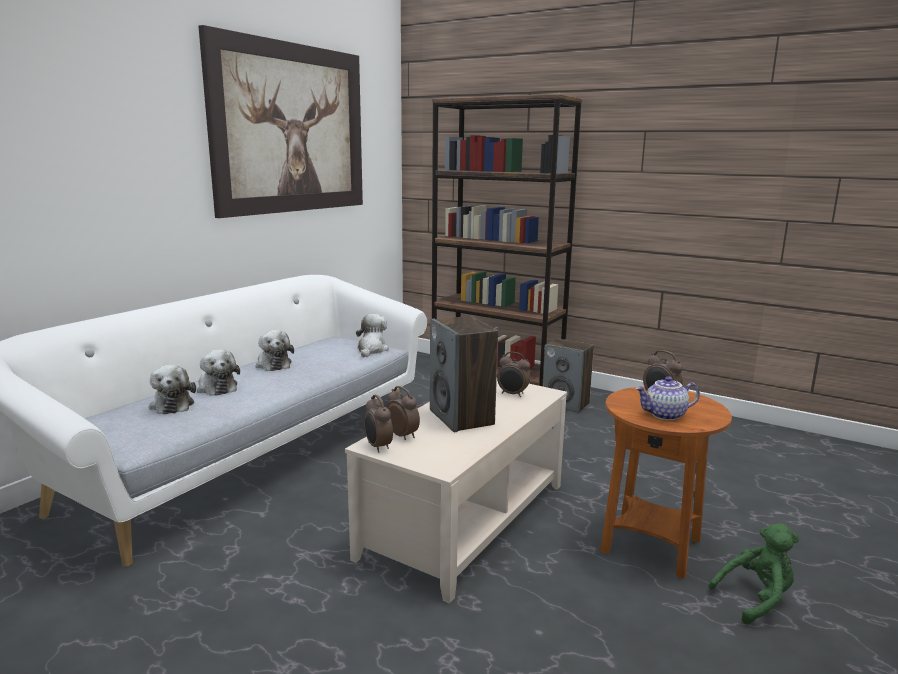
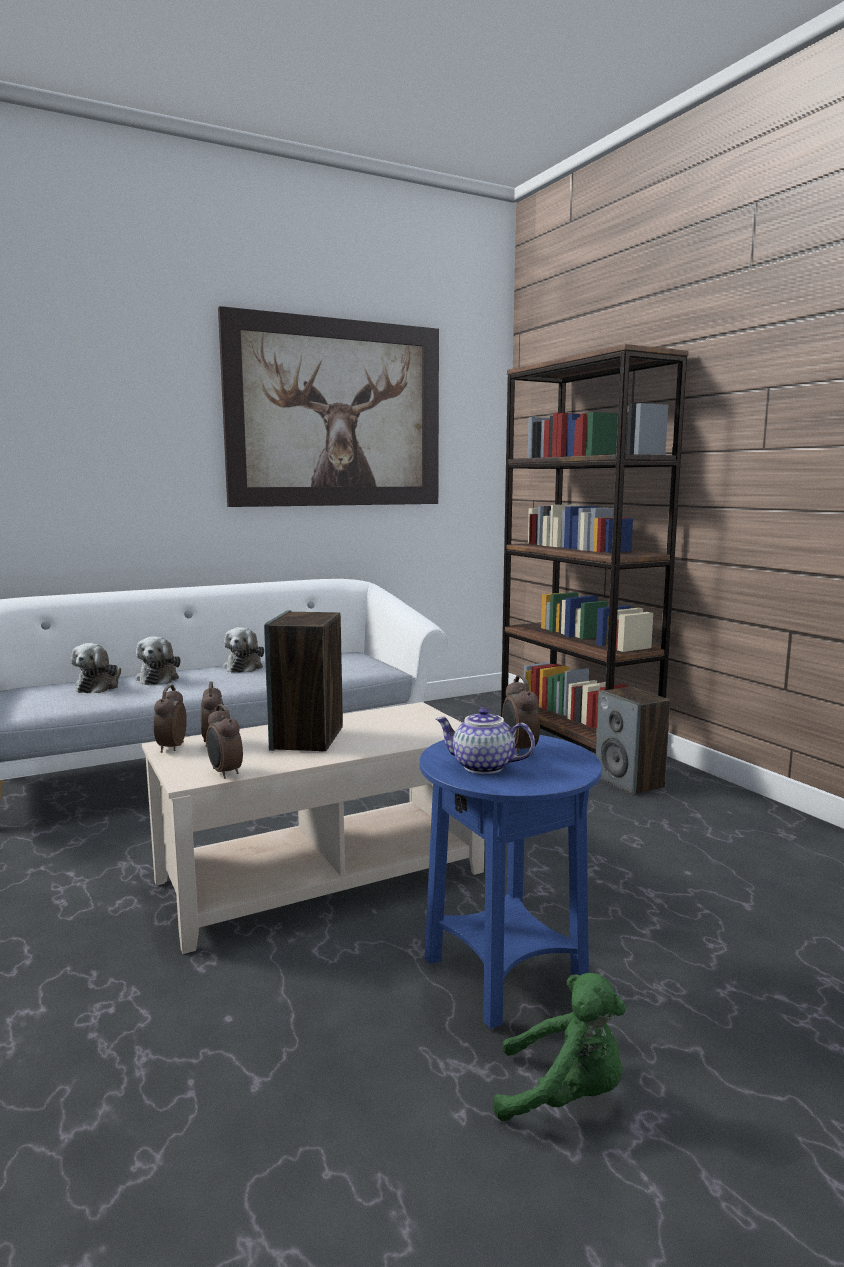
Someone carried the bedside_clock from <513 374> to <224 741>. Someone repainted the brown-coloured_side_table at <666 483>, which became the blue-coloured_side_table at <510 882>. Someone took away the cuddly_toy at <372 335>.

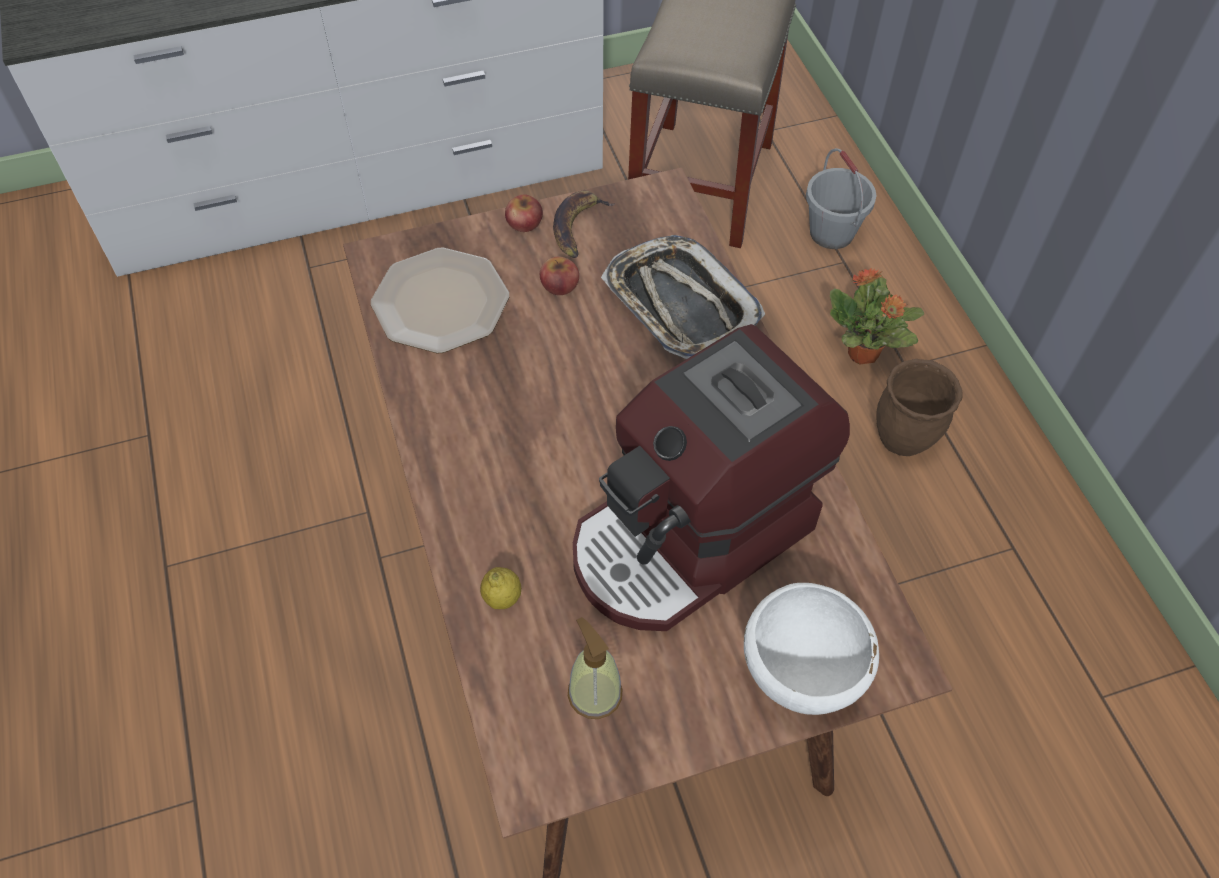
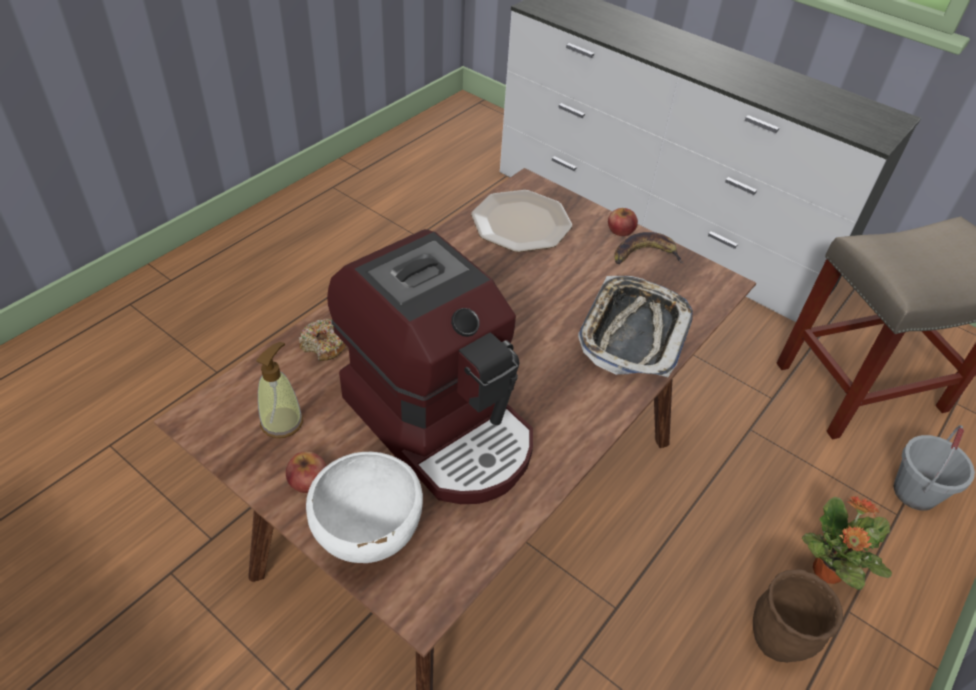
Someone carried the apple_fruit from <559 276> to <306 472>. Someone swapped the whole_lemon at <500 588> for the donut at <322 340>. Someone rotated the coffee_maker at <711 477> by 150 degrees counterclockwise.

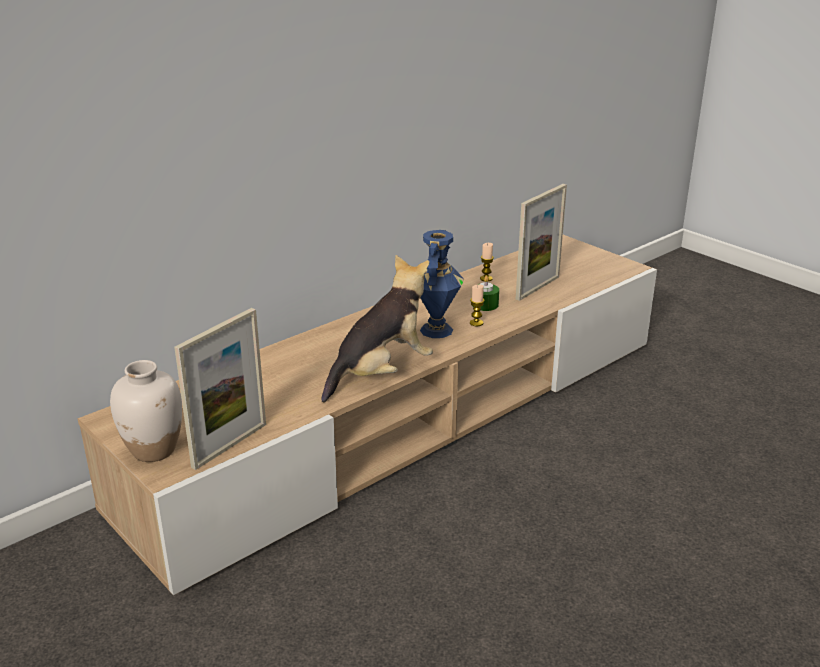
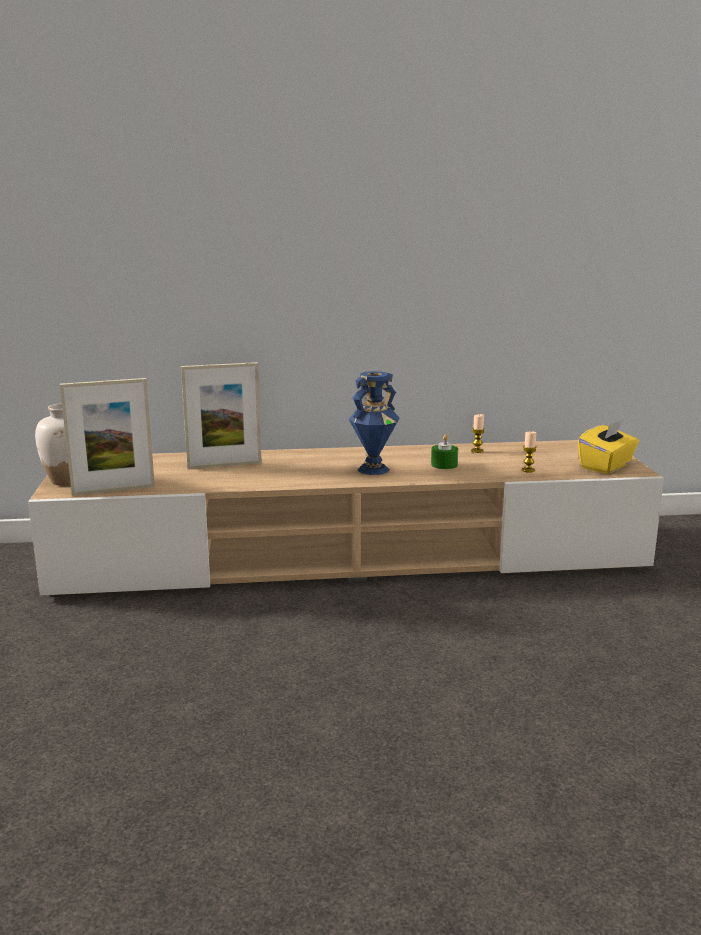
Someone carried the picture_frame from <541 242> to <221 415>. Someone carried the wax_light from <477 305> to <529 452>. Someone put down the yellow-coloured_tissue_box at <608 446>. Someone took away the cuddly_toy at <377 328>.

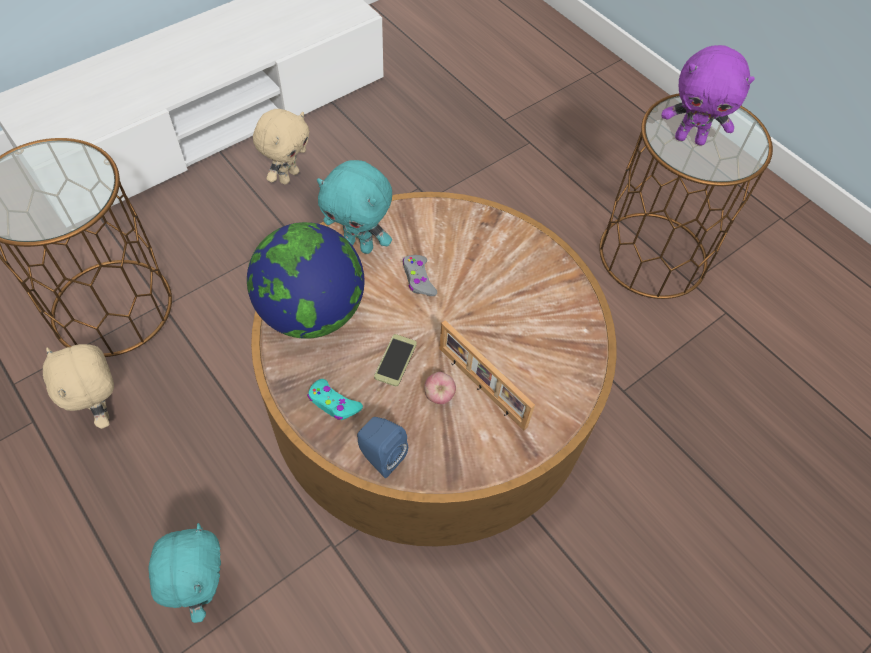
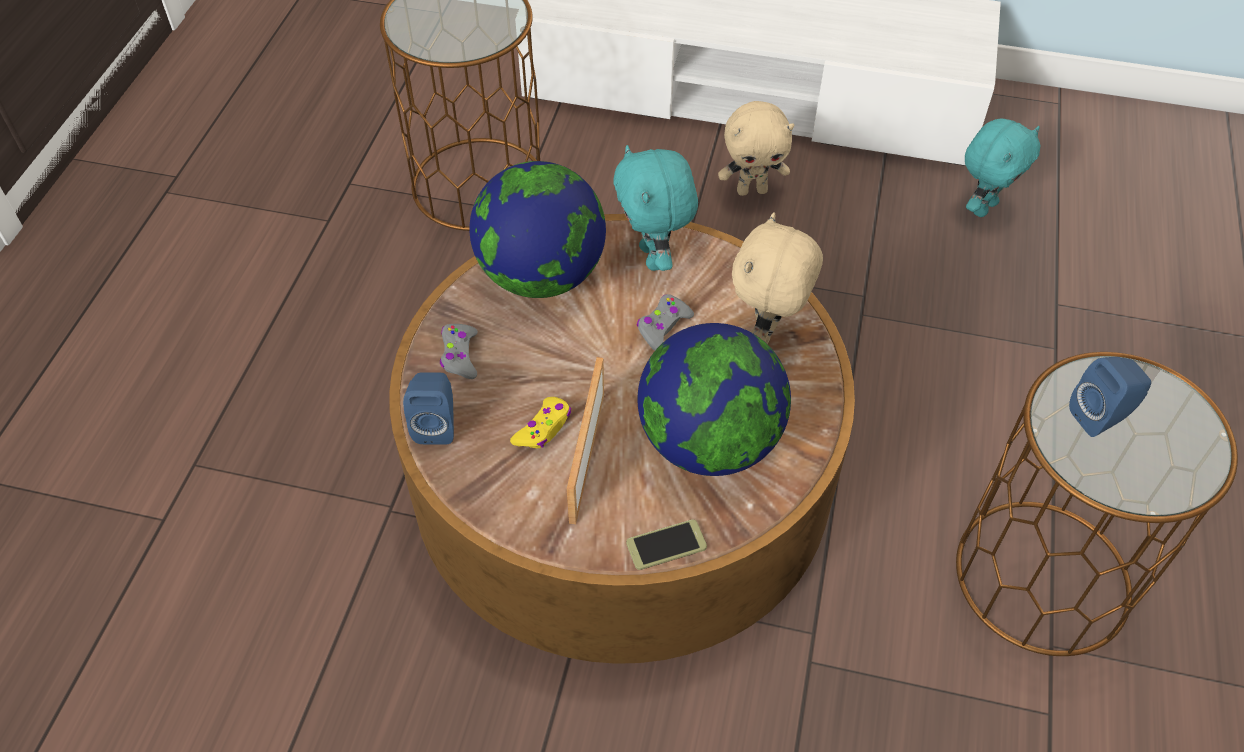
Someone repainted the blue-green_game_controller at <335 399>, which became the greyish_game_controller at <459 351>. Someone swapped the apple_fruit at <440 388> for the yellow-coloured_game_controller at <540 422>. Someone carried the telephone from <395 360> to <666 544>. Someone put down the world_globe at <714 399>. Someone carried the beige-coloured_cuddly_toy from <78 386> to <777 278>. Someone carried the blue-green_cuddly_toy from <184 573> to <1003 167>. Someone swapped the purplish_cuddly_toy at <708 95> for the blue-coloured_speaker at <1110 397>.

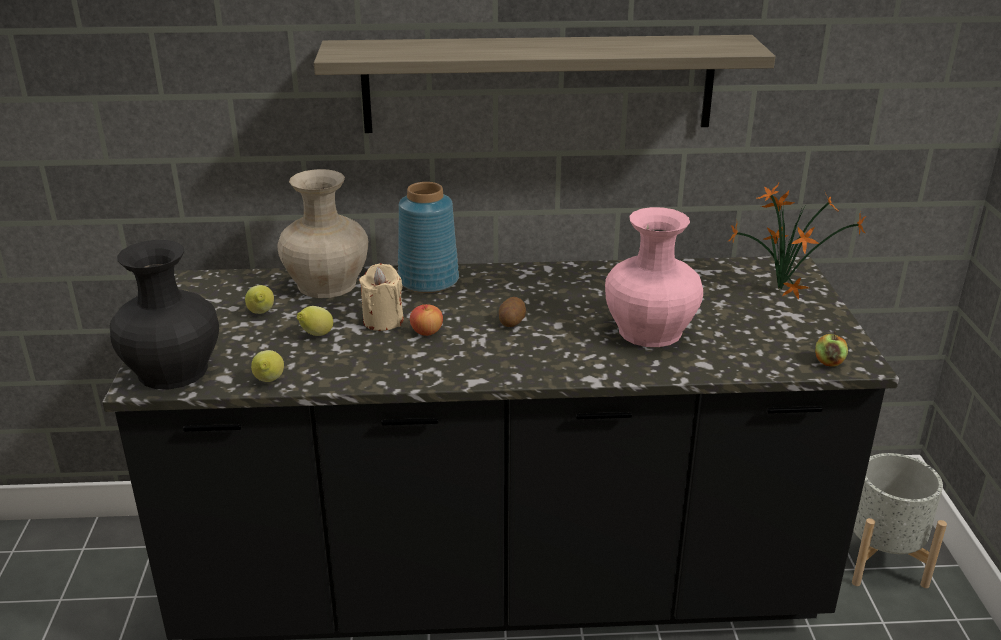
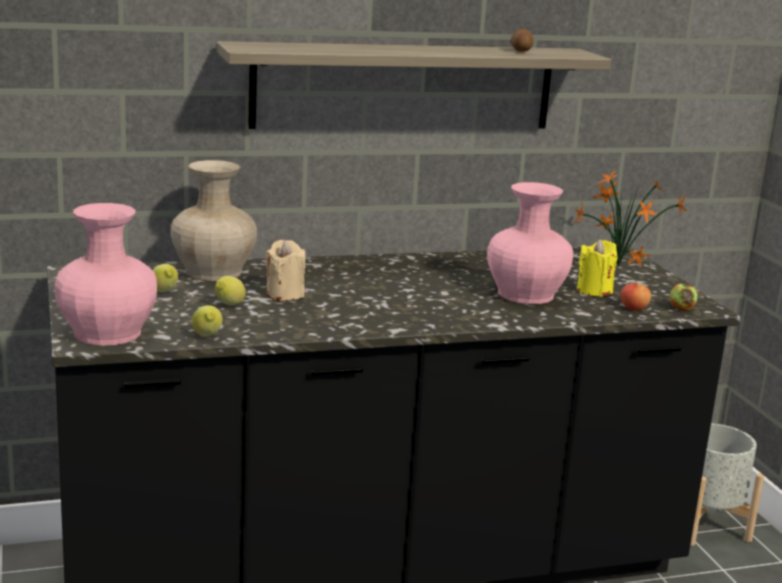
Someone repainted the blackish_decorative_vase at <164 314>, which became the pink_decorative_vase at <105 274>. Someone carried the spud from <512 312> to <522 40>. Someone put down the yellow-coloured_wax_light at <597 268>. Someone carried the apple_fruit from <426 320> to <635 296>. Someone took away the blue-coloured_decorative_vase at <428 237>.

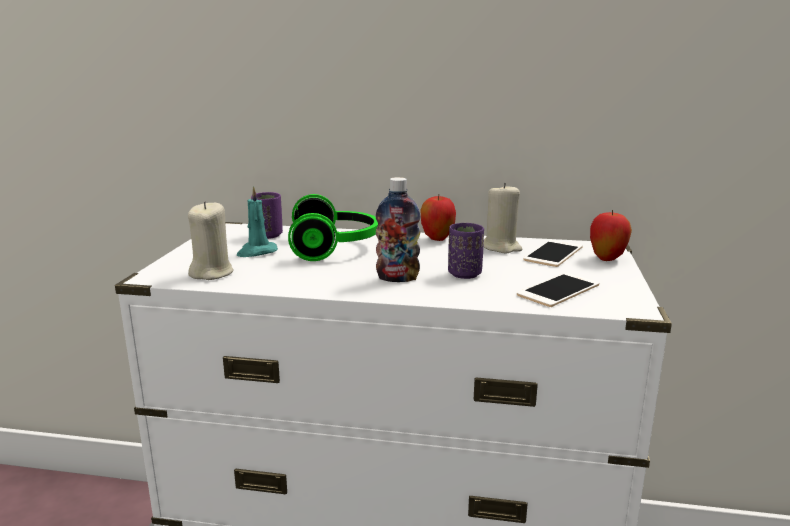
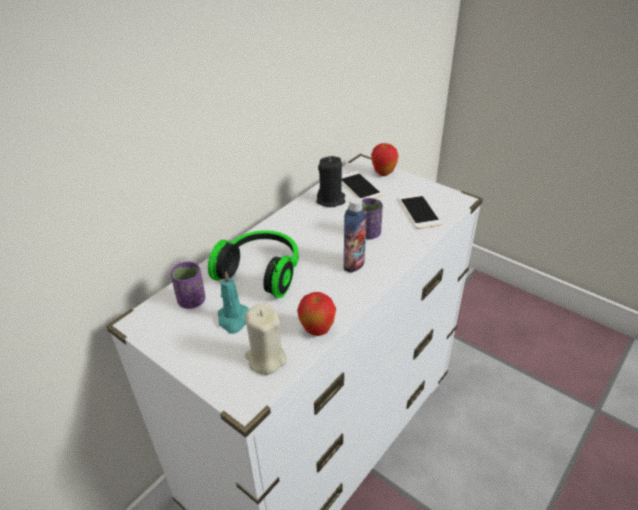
Someone carried the apple_fruit from <438 218> to <316 314>. Someone repainted the beige-coloured_wax_light at <502 218>, which became the blackish_wax_light at <330 181>.

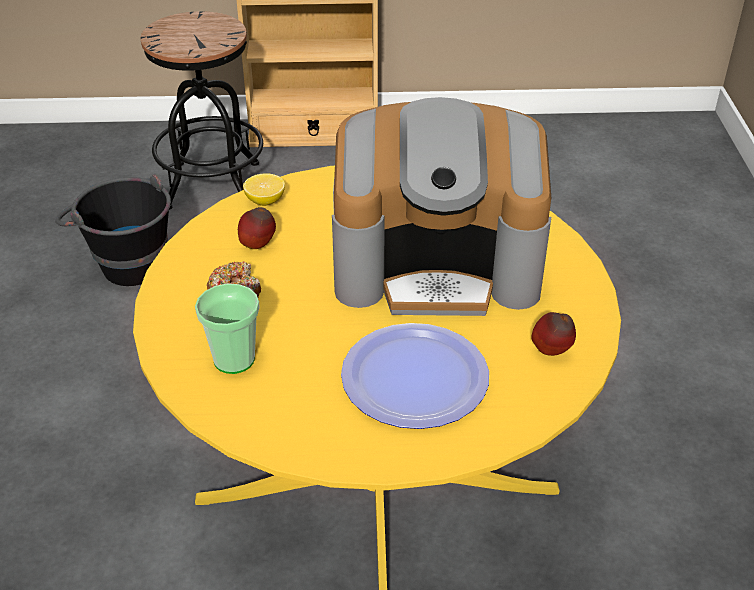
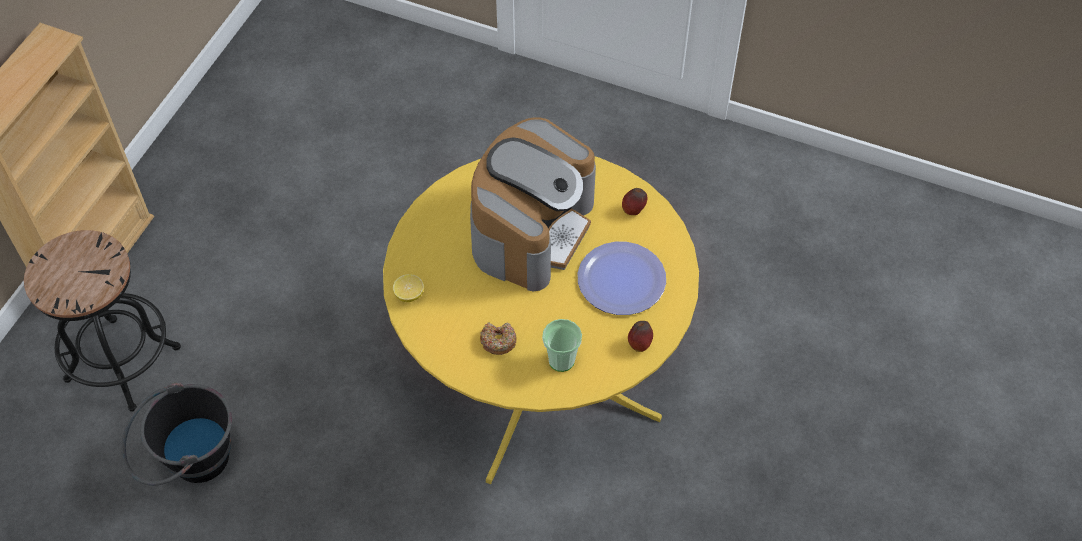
Someone carried the apple_fruit from <257 228> to <640 336>.

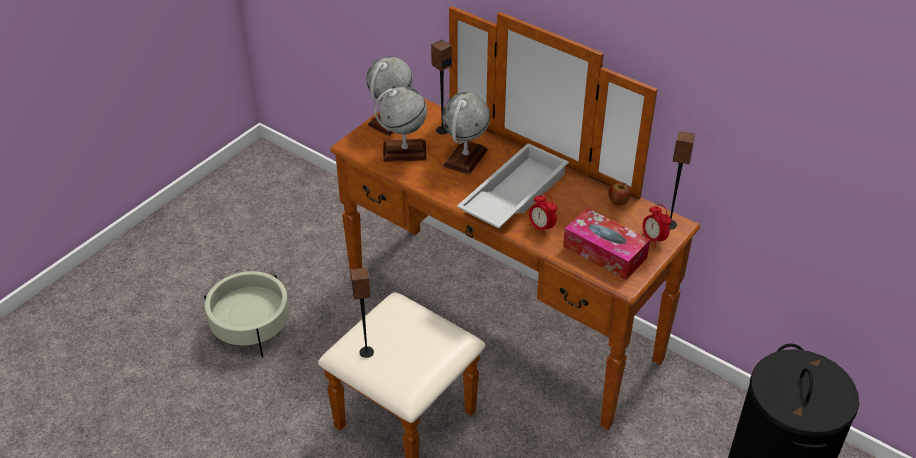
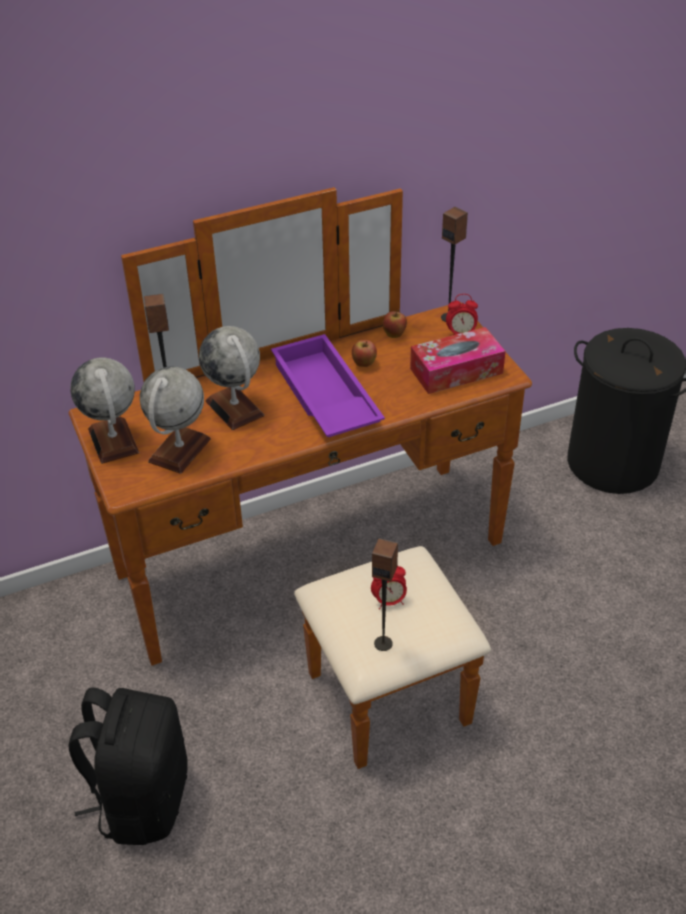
Someone swapped the beige-coloured_flower_pot at <246 314> for the blackish_knapsack at <128 766>. Someone repainted the white-coloured_tray at <513 186>, which became the purplish_tray at <328 385>. Someone put down the apple_fruit at <364 353>. Someone carried the bedside_clock from <543 214> to <389 587>.

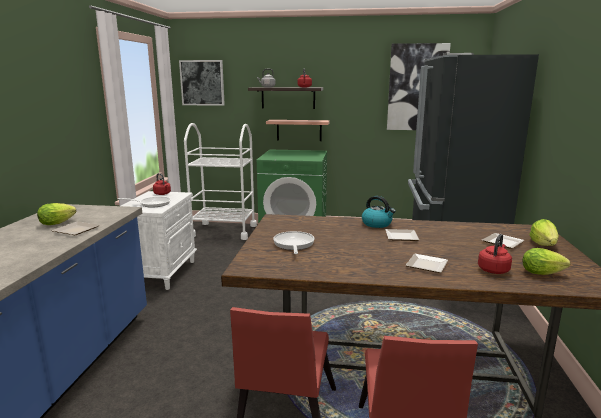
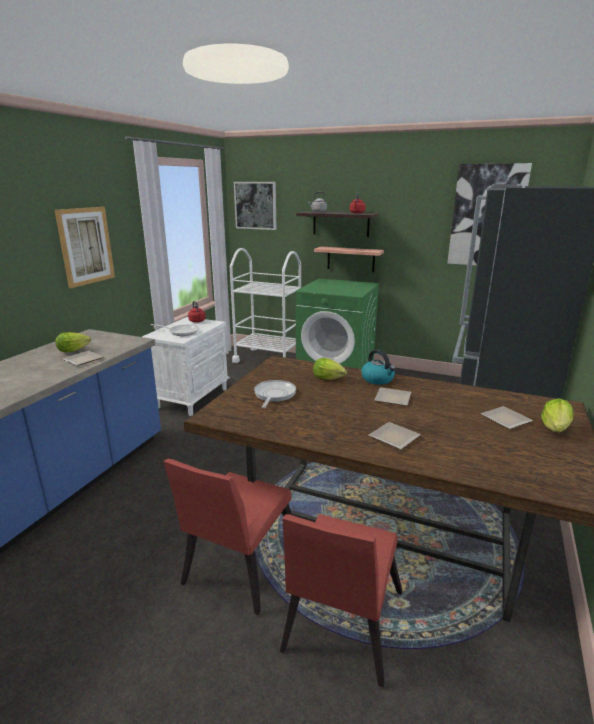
Someone put up the picture at <85 247>. Someone carried the head_of_lettuce from <546 261> to <330 369>. Someone took away the red-coloured_tea_kettle at <495 254>.

